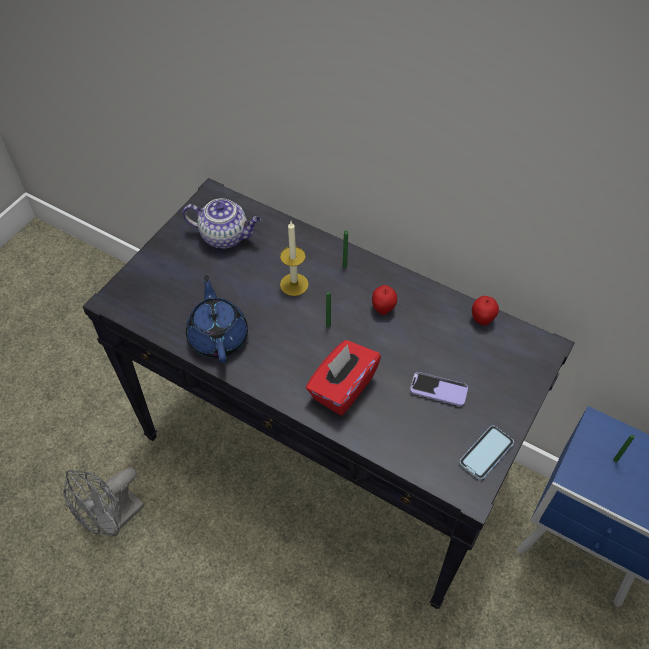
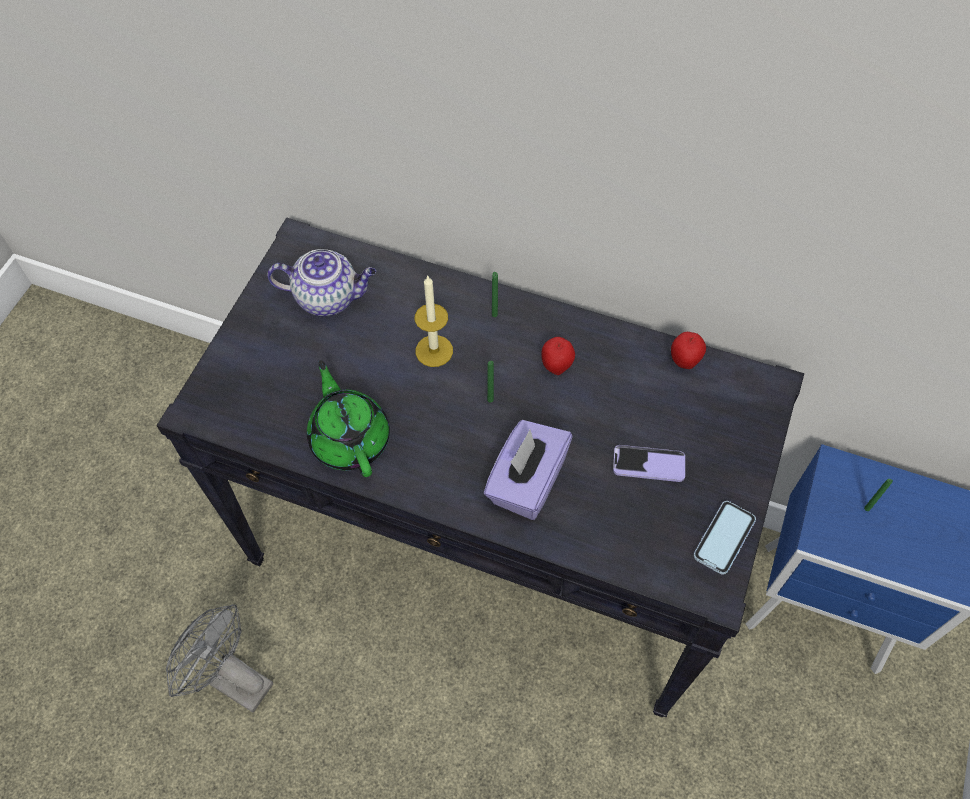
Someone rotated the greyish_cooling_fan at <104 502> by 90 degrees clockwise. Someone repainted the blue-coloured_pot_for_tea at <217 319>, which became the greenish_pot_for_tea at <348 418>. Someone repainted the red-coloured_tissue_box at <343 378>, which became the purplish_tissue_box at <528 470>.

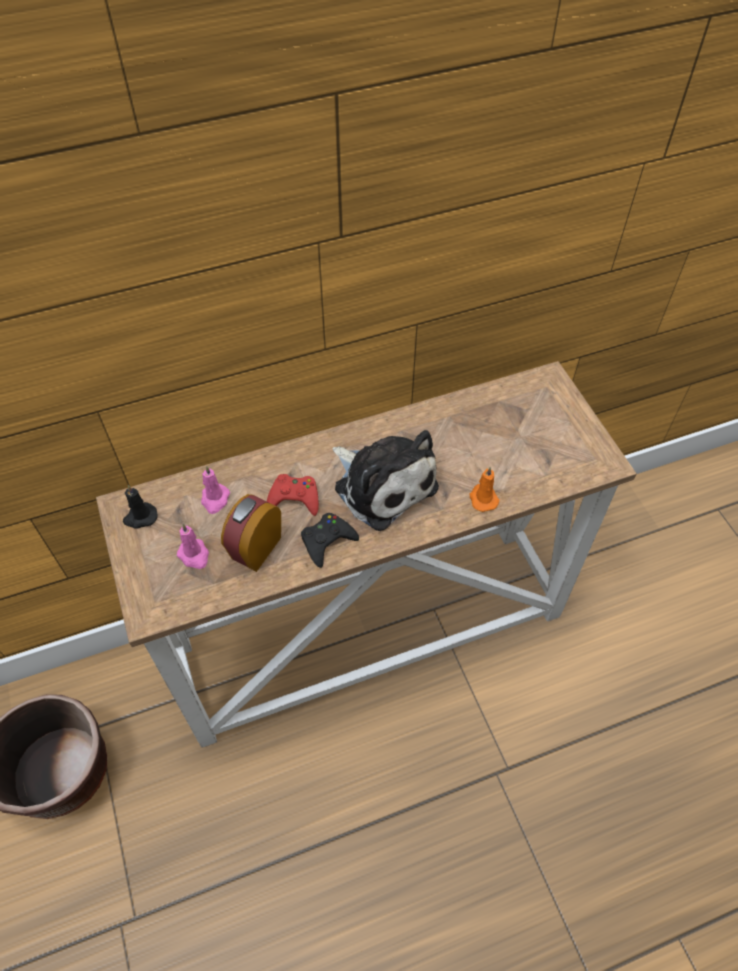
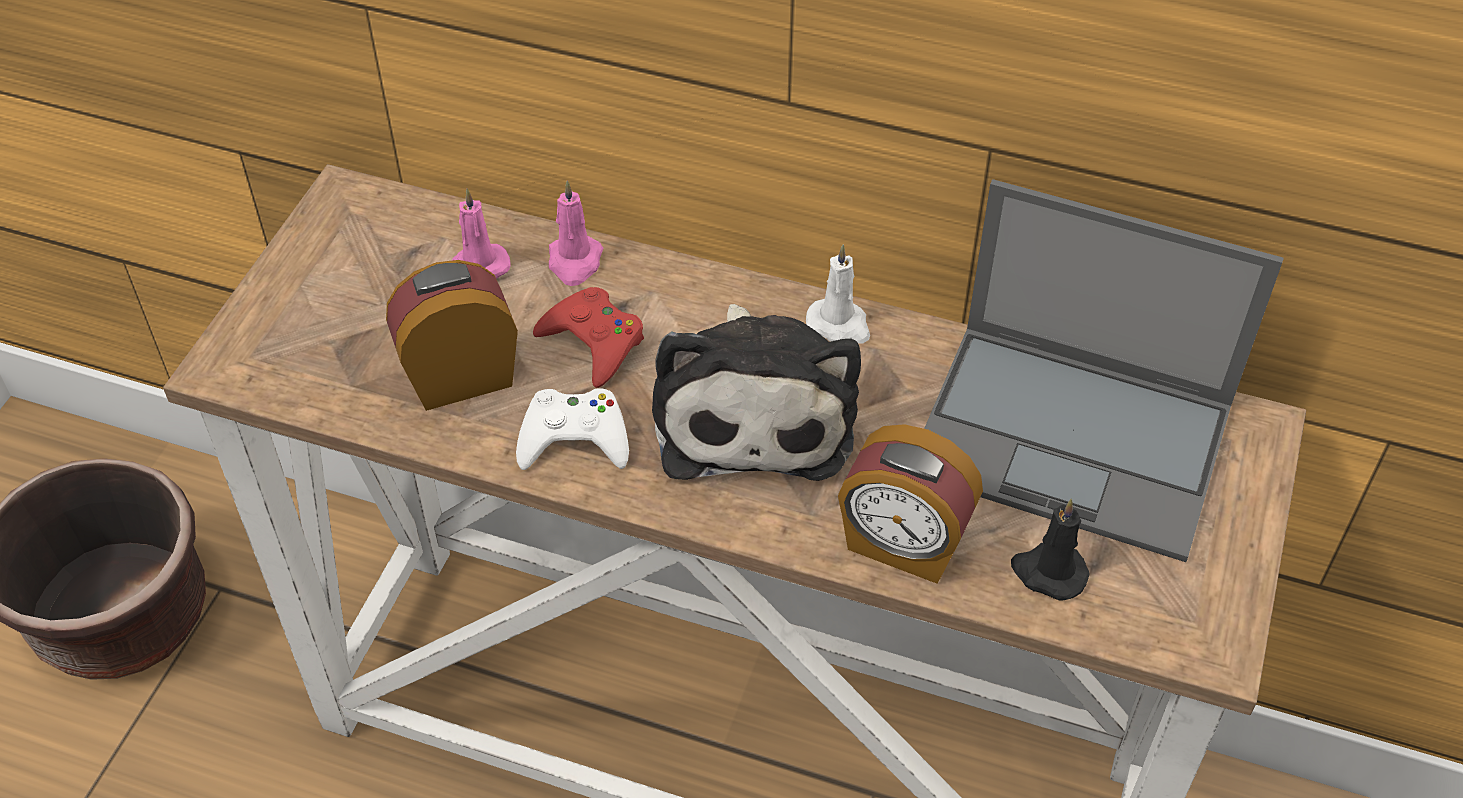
Someone repainted the blackish_game_controller at <330 540>, which became the white-coloured_game_controller at <572 429>. Someone carried the pink_wax_light from <193 546> to <576 233>. Someone put down the white-coloured_wax_light at <838 294>. Someone swapped the orange_wax_light at <485 489> for the bedside_clock at <910 504>. Someone put down the notebook_computer at <1104 370>. Someone carried the blackish_wax_light from <140 507> to <1050 550>.

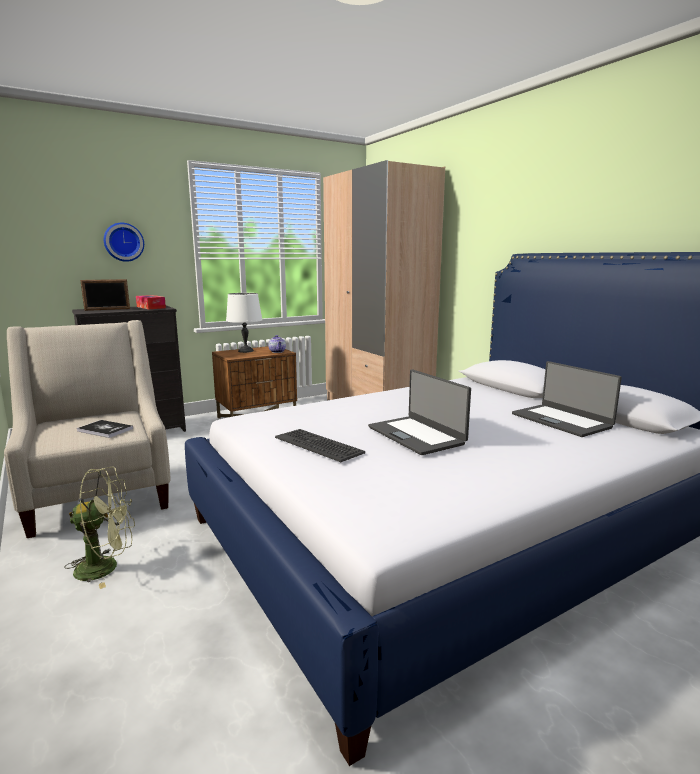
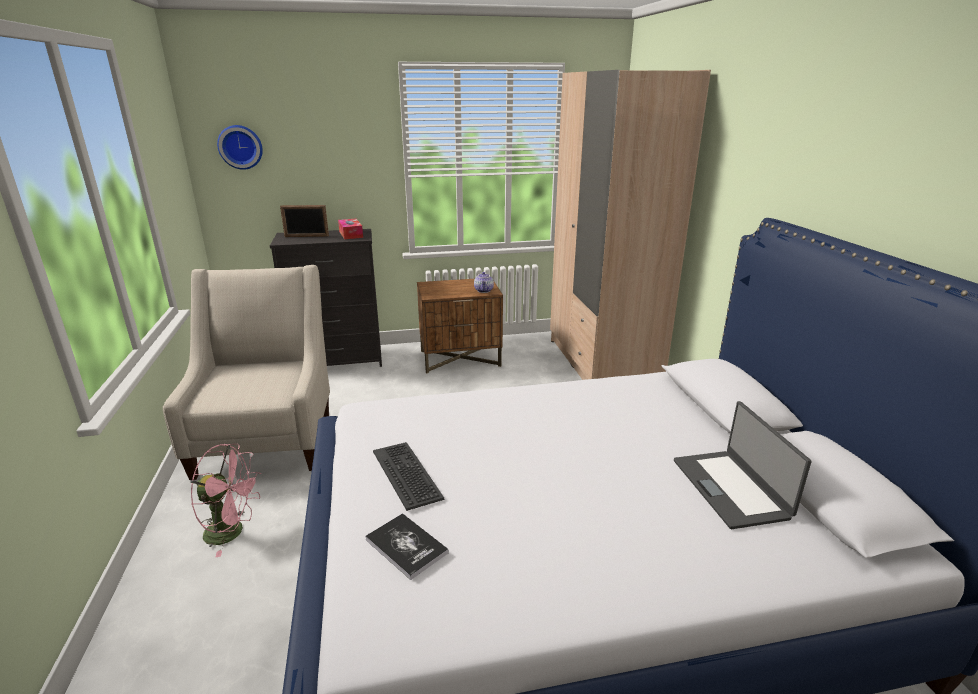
Someone repainted the greenish_cooling_fan at <99 528>, which became the pink_cooling_fan at <225 501>. Someone carried the wall_clock from <124 242> to <240 147>. Someone carried the bound_book from <105 429> to <407 546>. Someone took away the white-coloured_tabletop_lamp at <244 323>. Someone took away the notebook_computer at <419 412>.

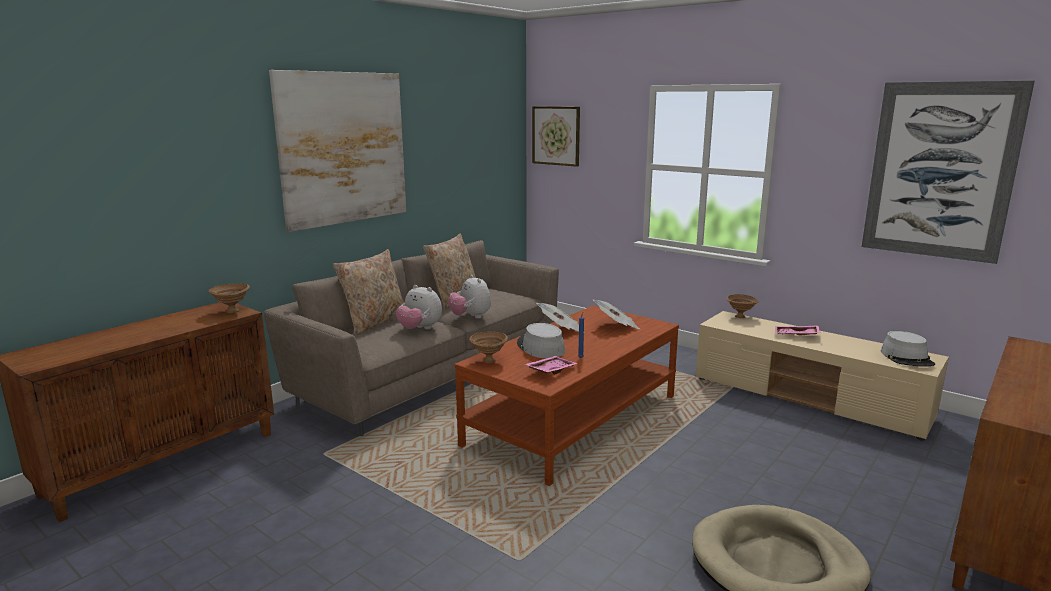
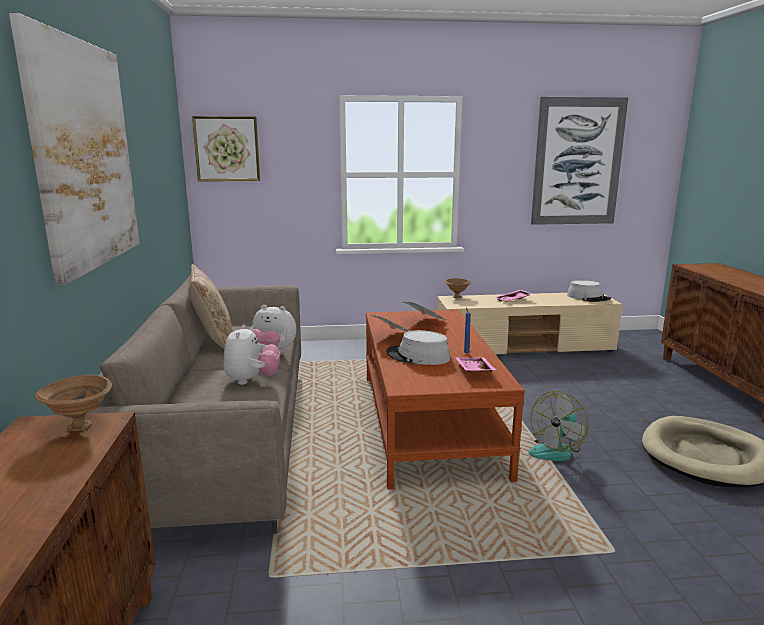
Someone rotated the cuddly_toy at <419 307> by 75 degrees counterclockwise. Someone put down the cooling_fan at <558 426>. Someone took away the beige-coloured_cushion at <368 292>. Someone took away the brown-coloured_deep_dish at <488 347>.

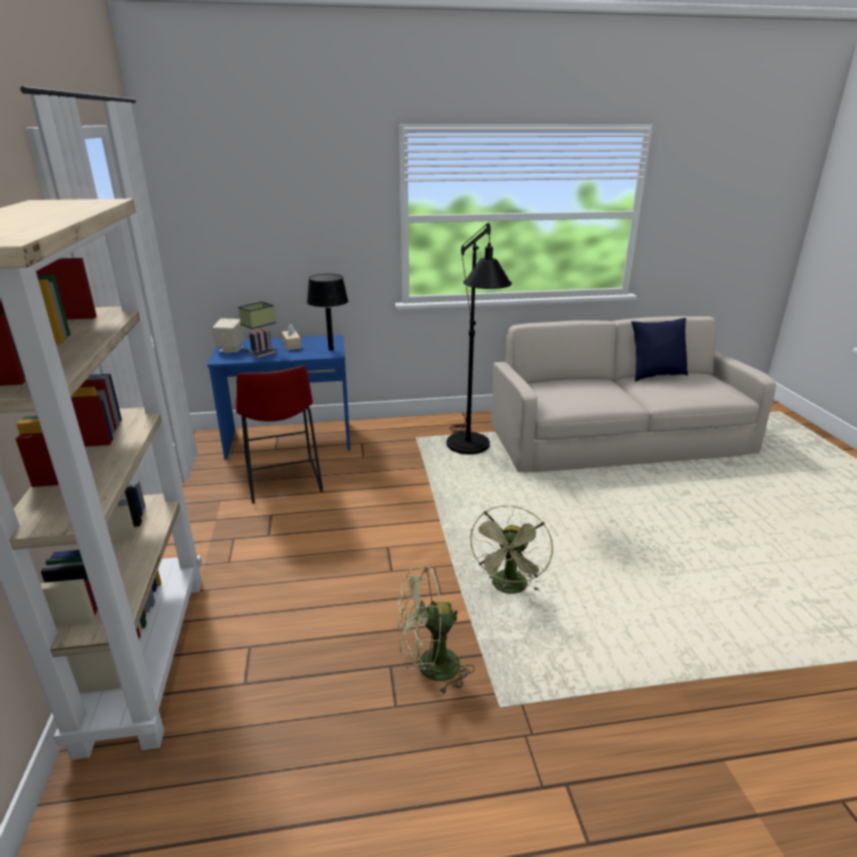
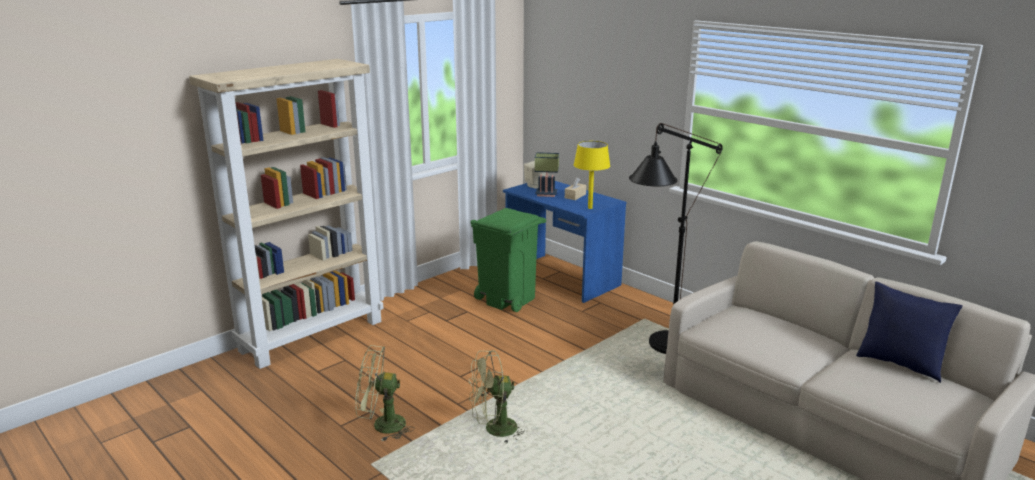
Someone rotated the greenish_cooling_fan at <436 631> by 45 degrees counterclockwise. Someone swapped the red-coloured_stool at <279 435> for the greenish_waste_bin at <508 260>. Someone repainted the blackish_tabletop_lamp at <327 312>, which became the yellow-coloured_tabletop_lamp at <592 175>.

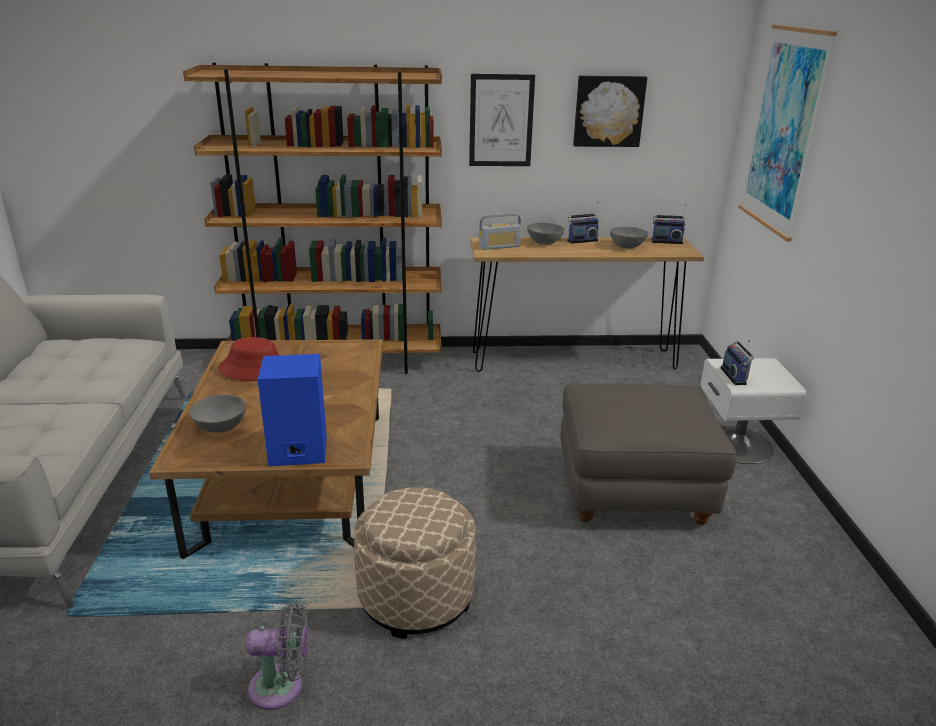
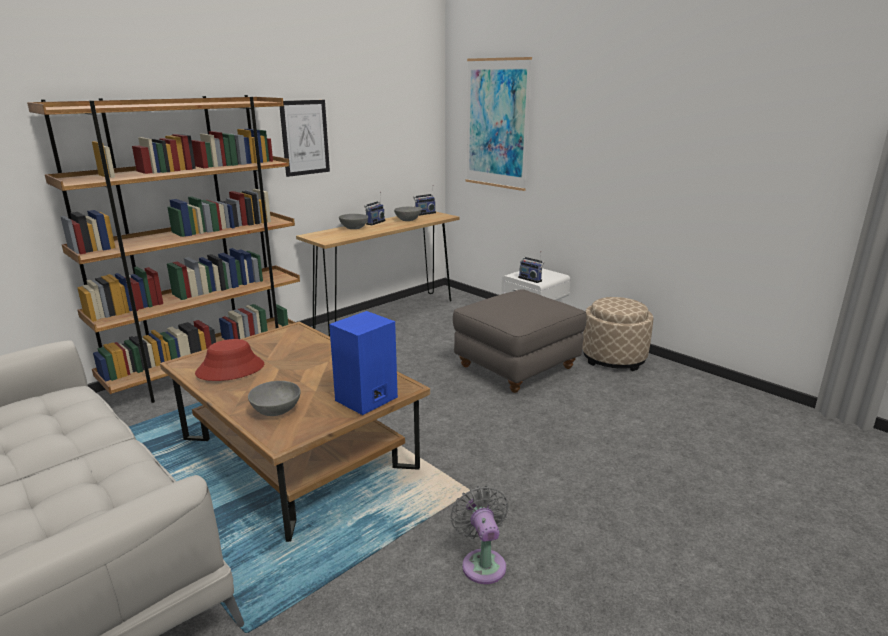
Someone rotated the greyish_cooling_fan at <278 656> by 60 degrees counterclockwise. Someone carried the beige-coloured_pouffe from <415 563> to <617 334>. Someone took away the radio at <500 232>. Someone took away the picture at <610 111>.

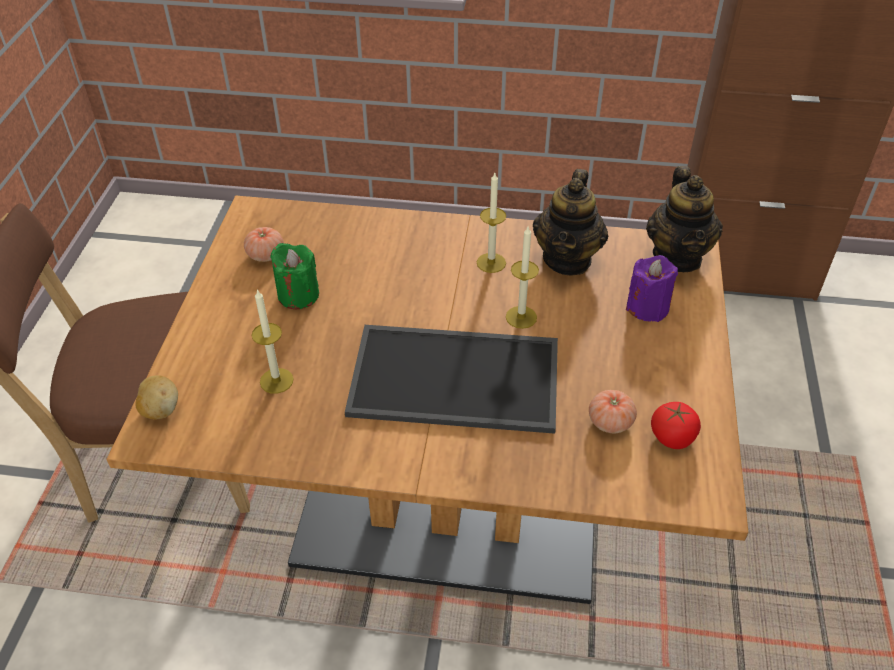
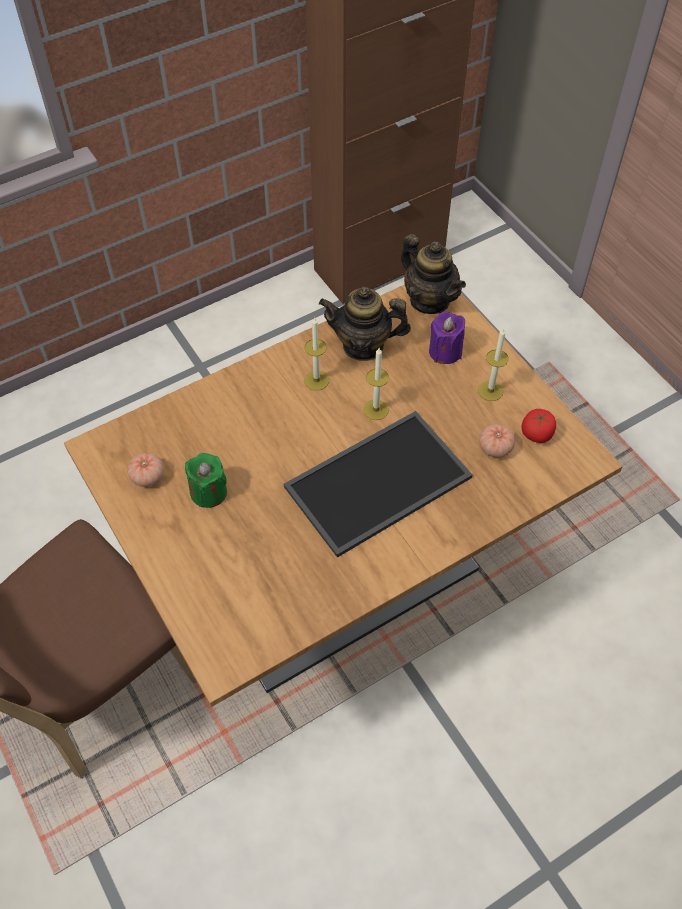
Someone rotated the pot_for_tea at <570 222> by 120 degrees clockwise. Someone carried the wax_light from <273 341> to <493 364>. Someone took away the spud at <156 397>.

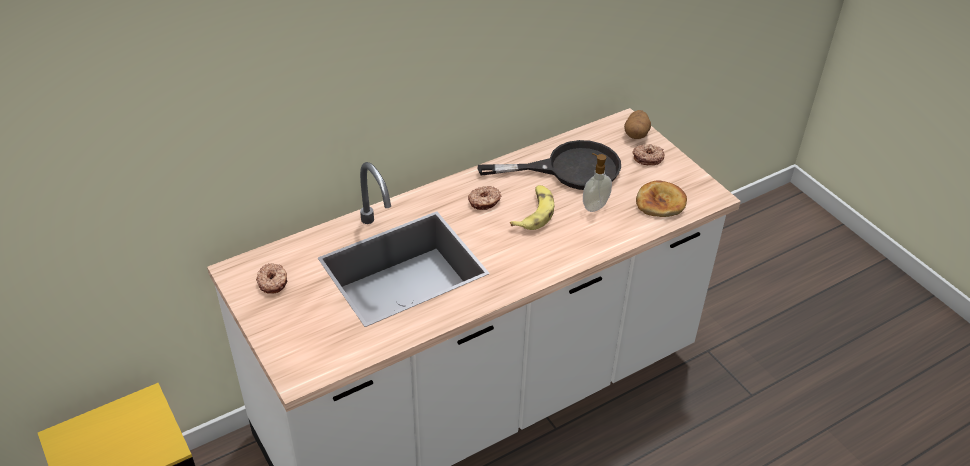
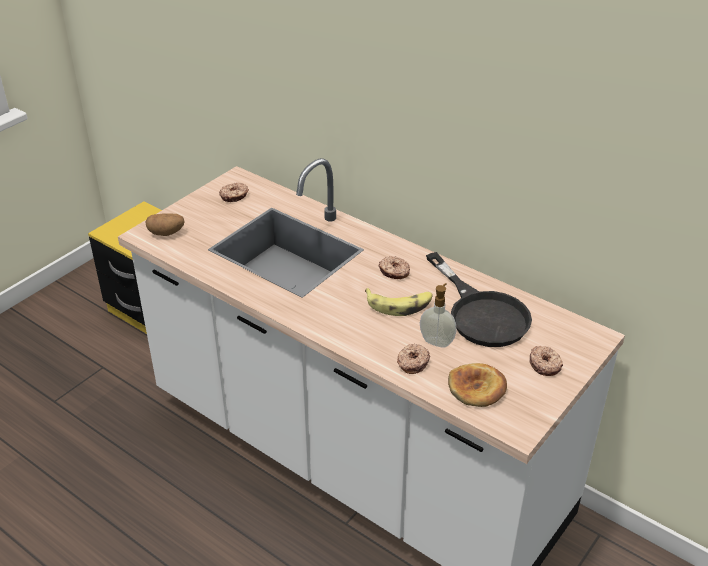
Someone carried the spud from <637 124> to <164 224>. Someone put down the donut at <413 358>.

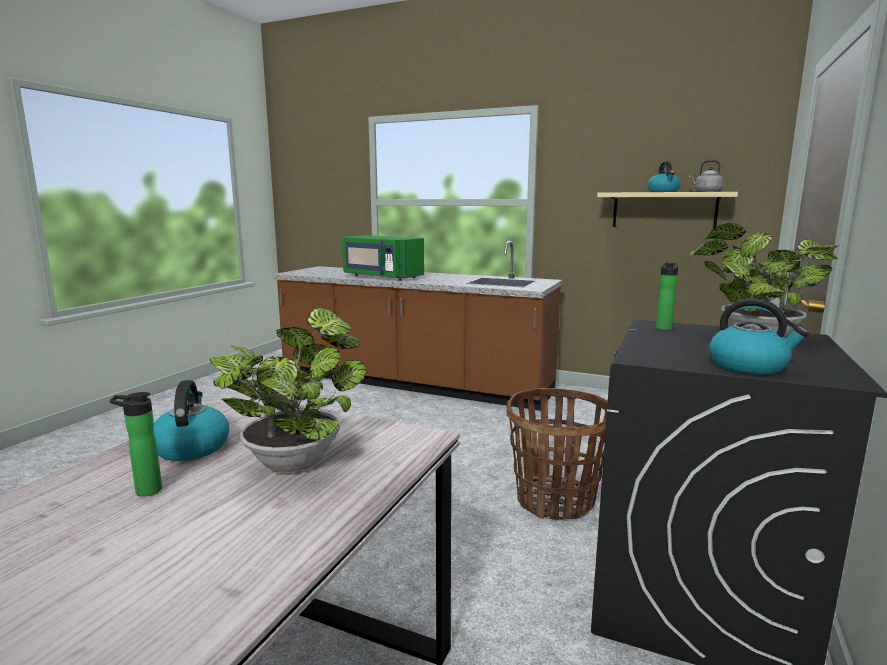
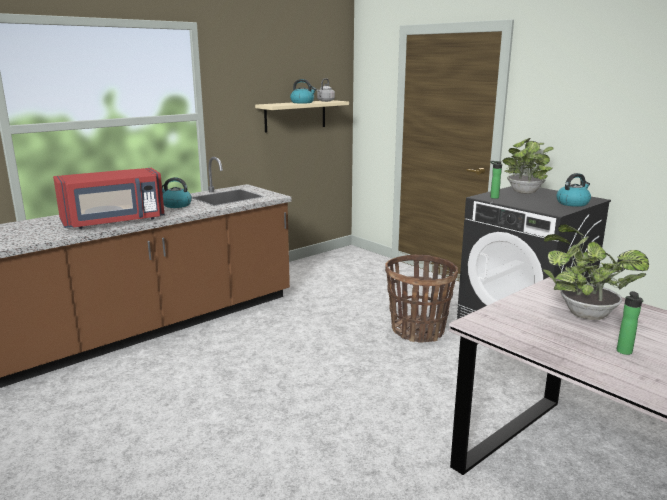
Someone repainted the greenish_microwave at <383 258>, which became the red-coloured_microwave at <109 198>. Someone carried the tea_kettle from <191 420> to <177 192>.

